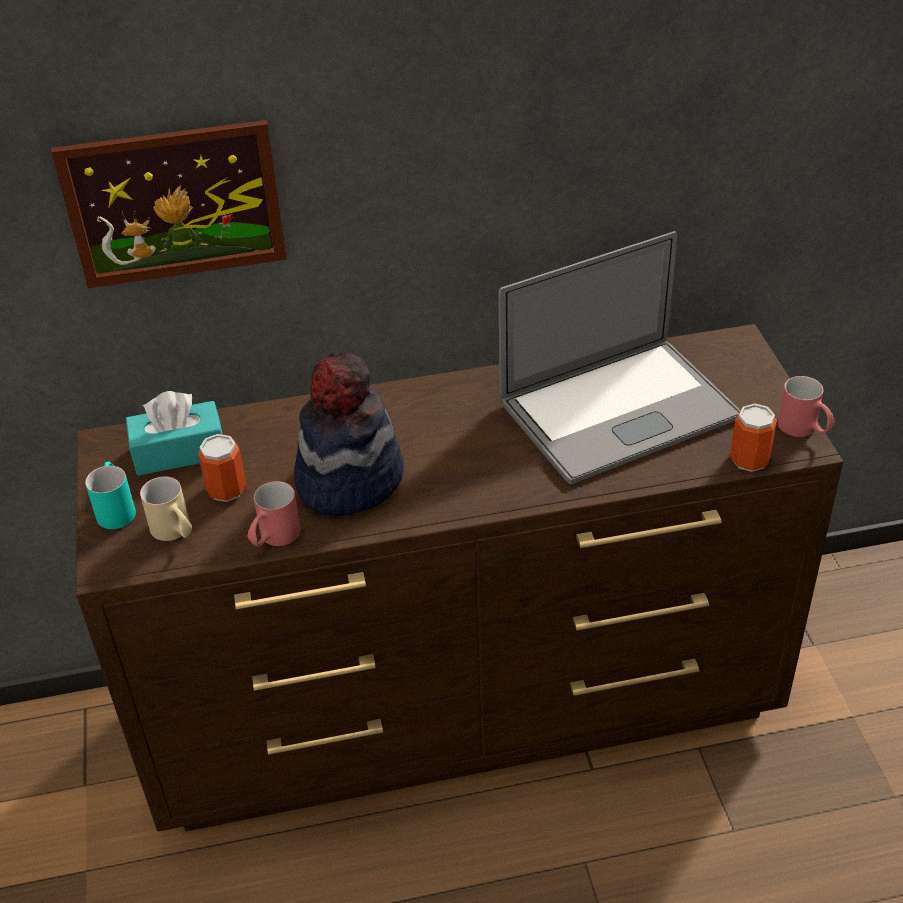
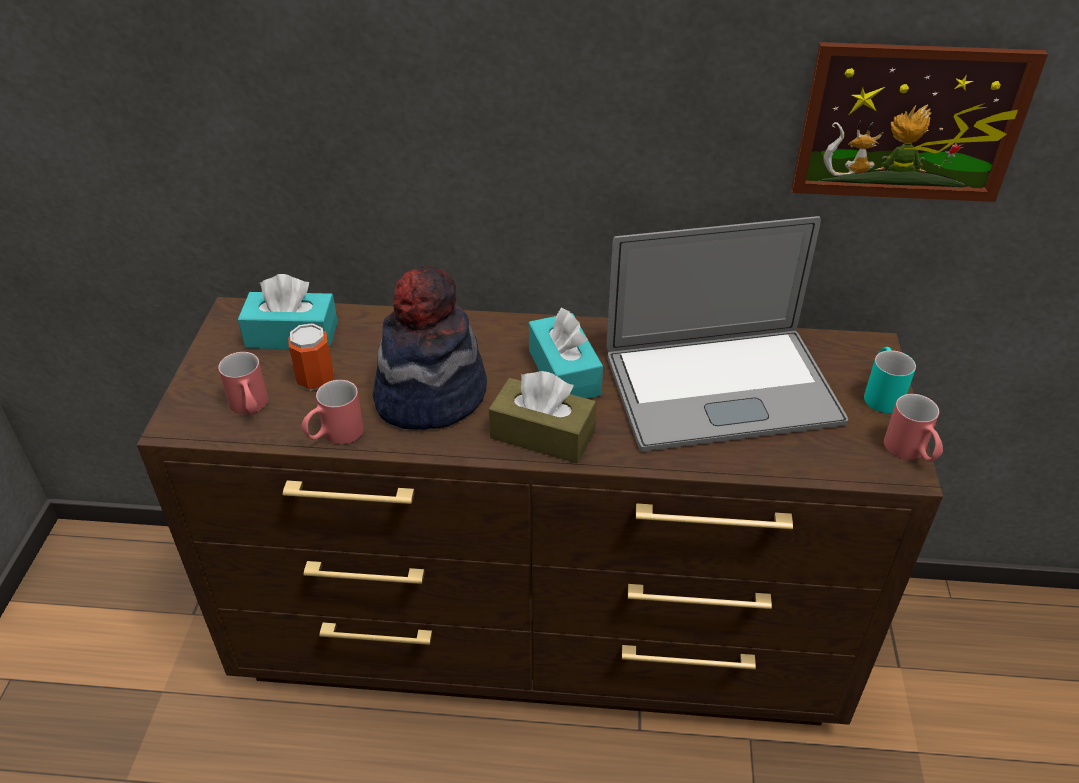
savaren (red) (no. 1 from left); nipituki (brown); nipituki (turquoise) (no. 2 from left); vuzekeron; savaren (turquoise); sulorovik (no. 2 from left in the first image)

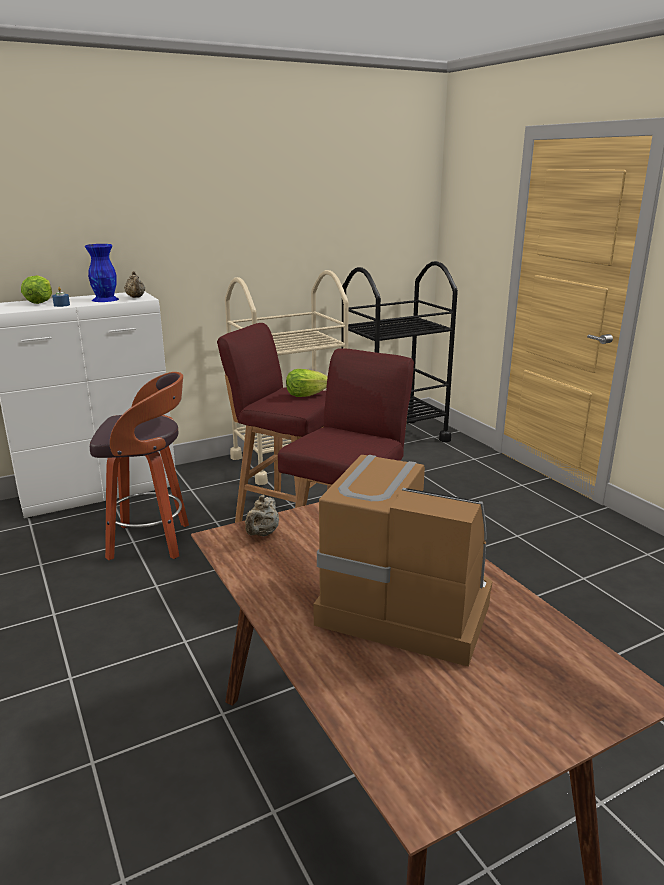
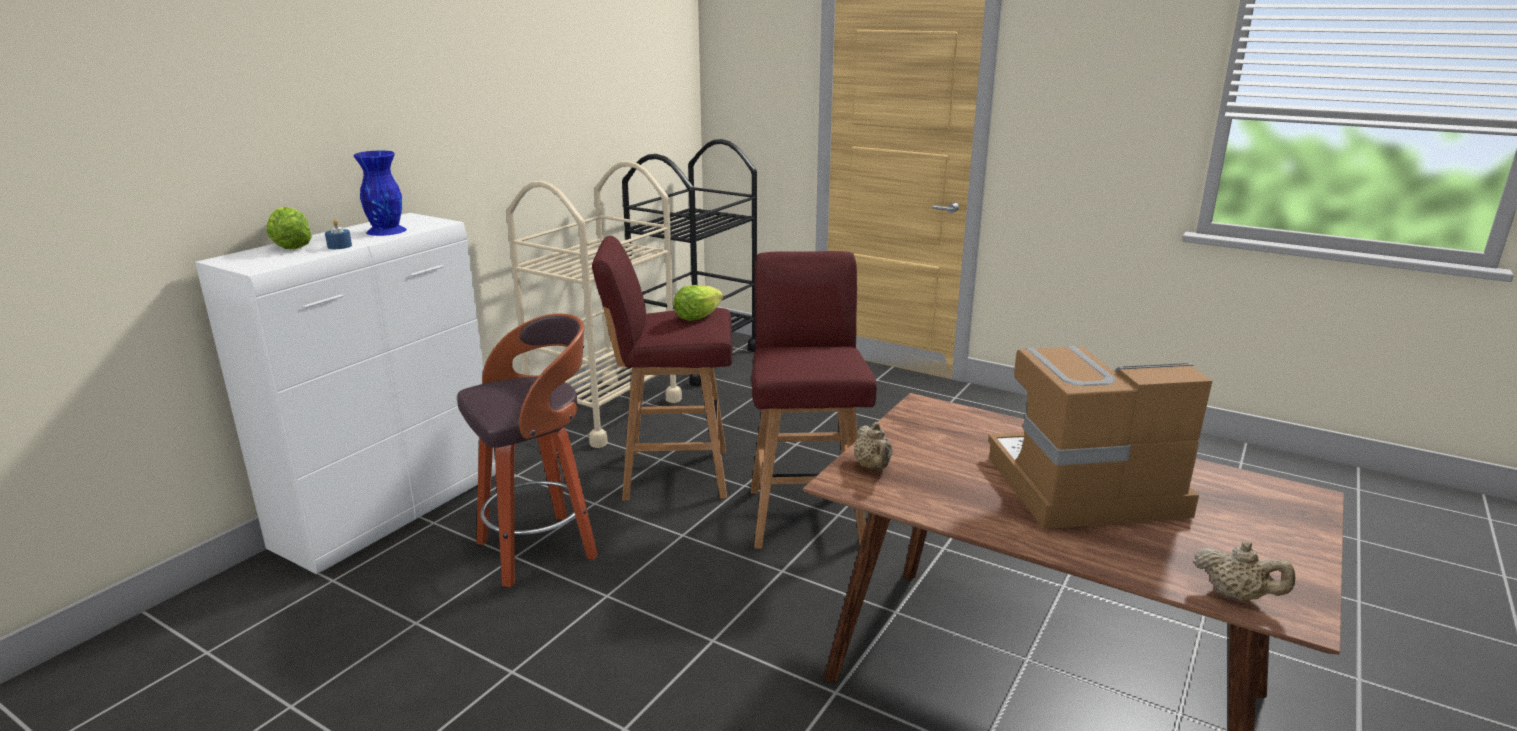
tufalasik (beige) (no. 2 from left)

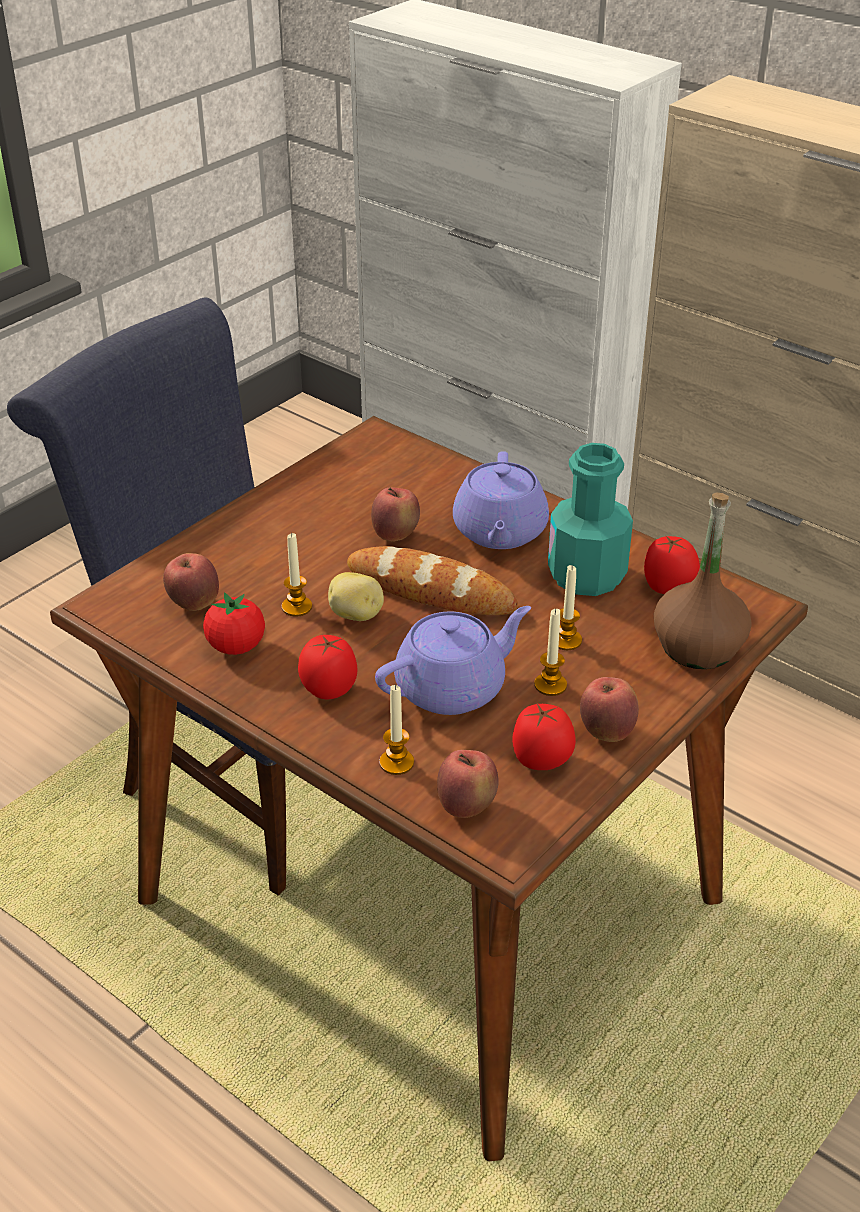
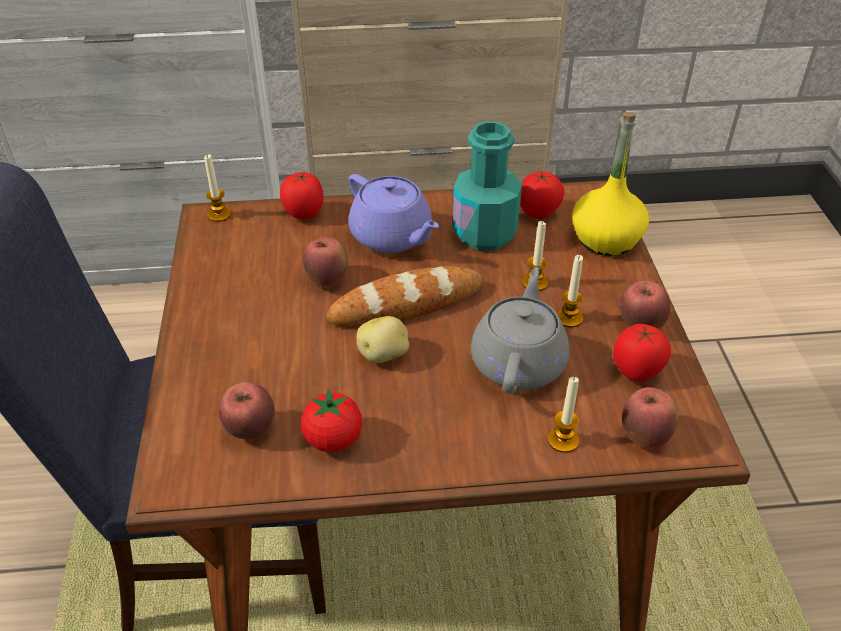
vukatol (no. 1 from left); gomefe (no. 1 from left); tufalasik (grey); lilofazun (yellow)

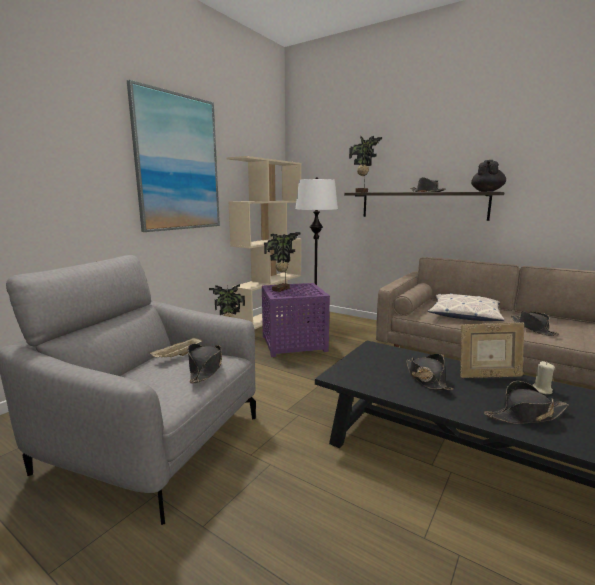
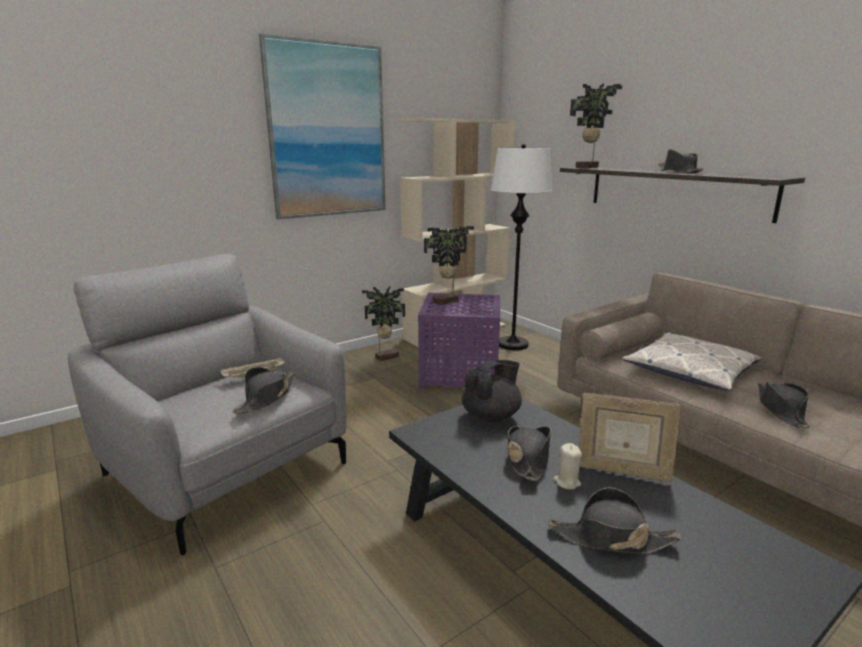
tufalasik (black); vukatol (beige)

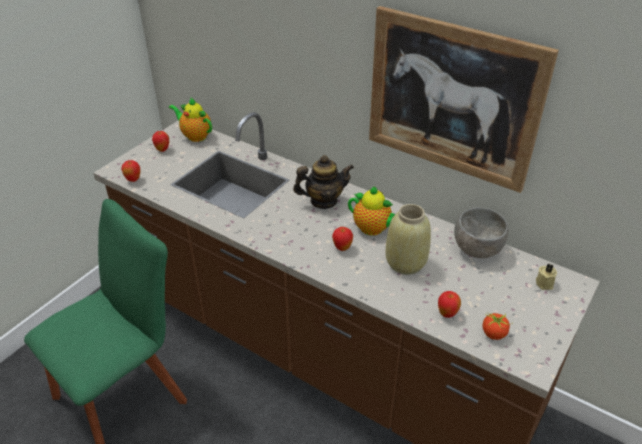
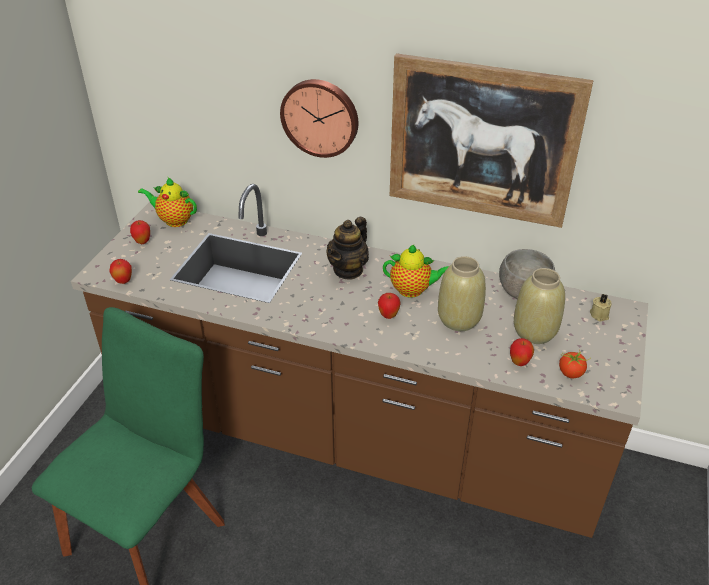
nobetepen; tufalasik (no. 2 from left); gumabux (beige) (no. 2 from left)

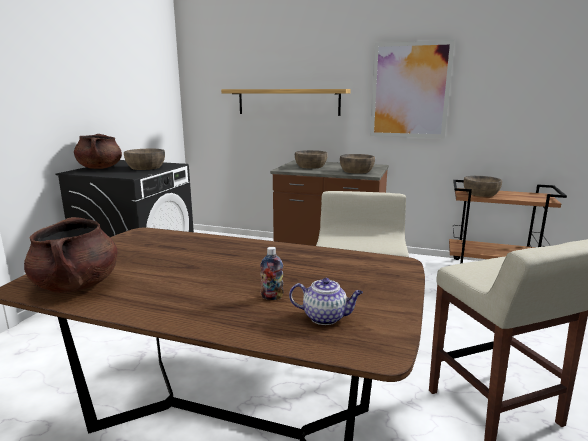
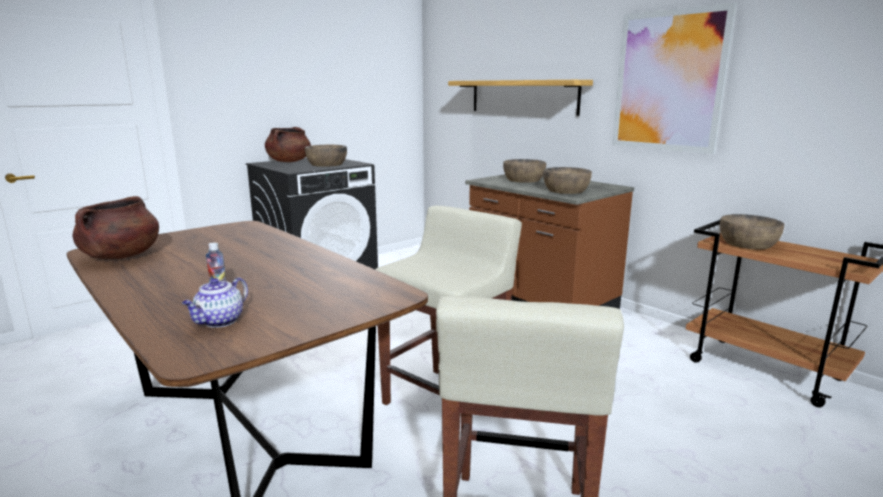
tufalasik

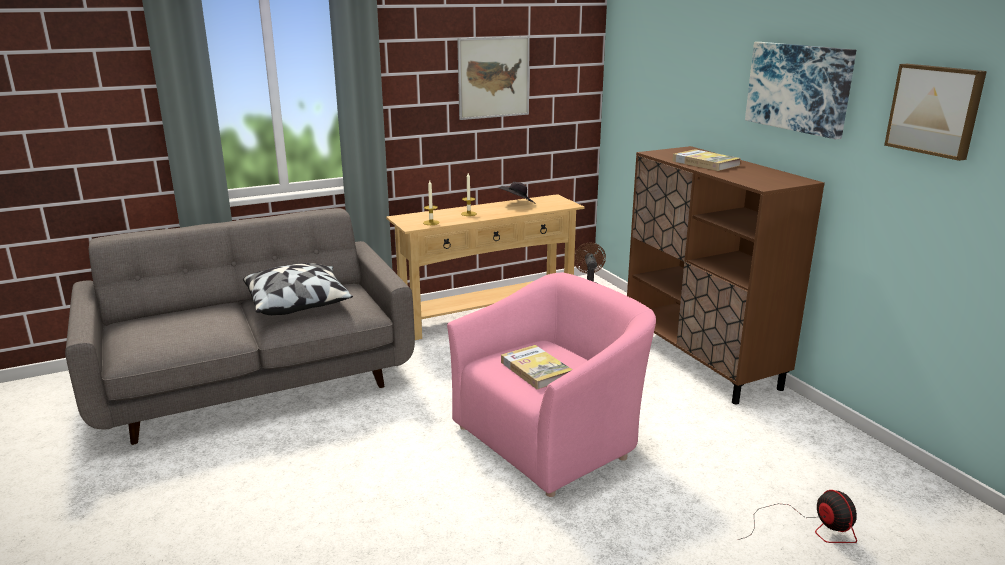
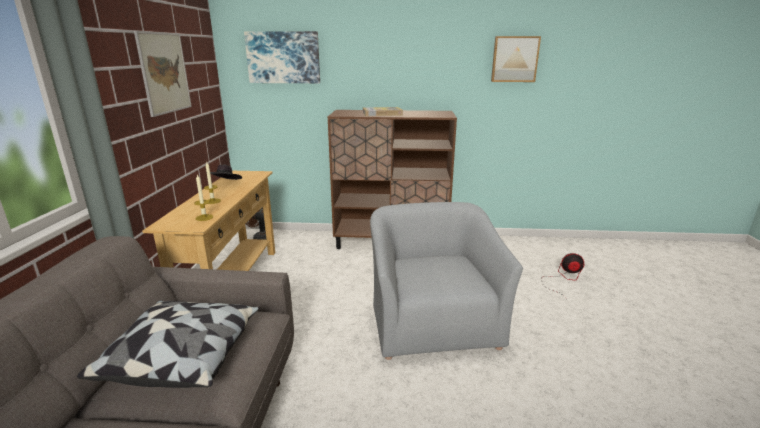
vuzekeron (no. 2 from left); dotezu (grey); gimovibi (no. 1 from left in the first image)

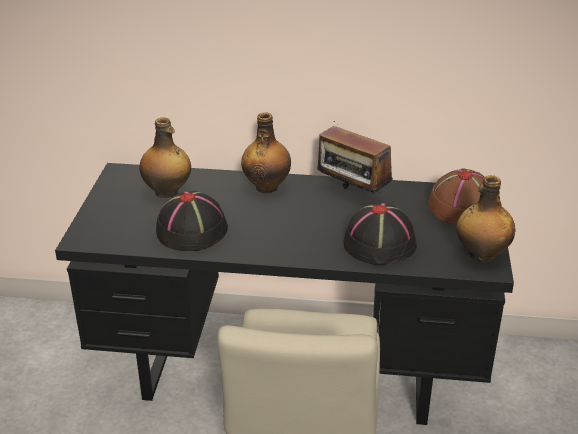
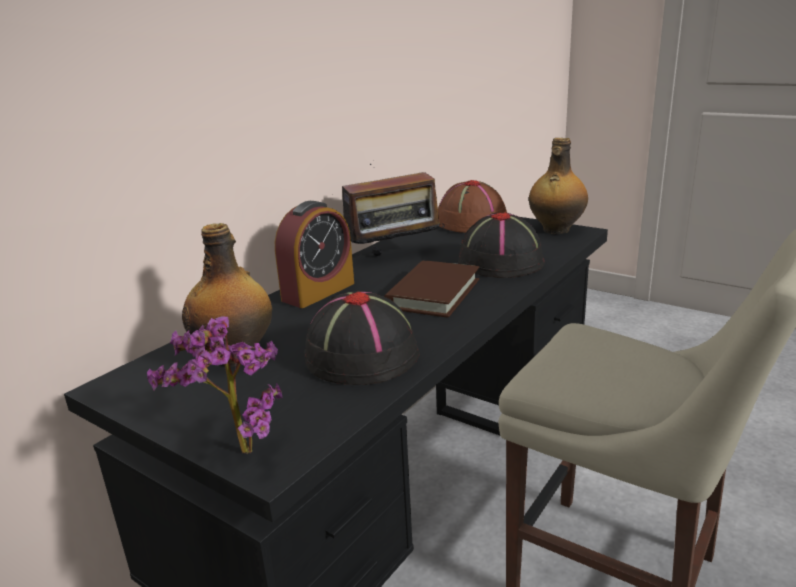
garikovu; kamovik; gimovibi (brown)

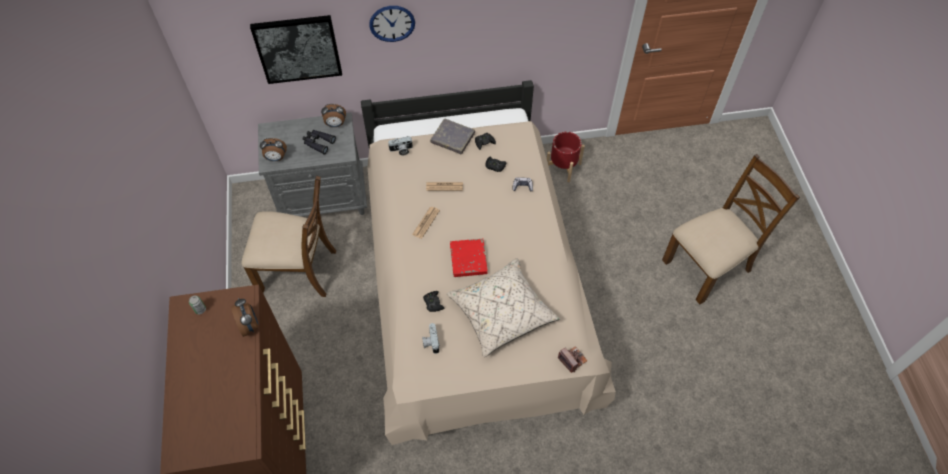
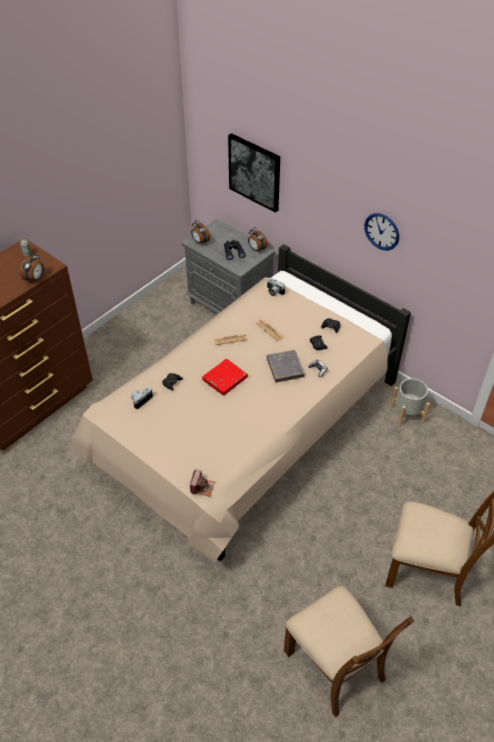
gimovibi (grey); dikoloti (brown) (no. 1 from left); nobetepen; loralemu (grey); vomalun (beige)

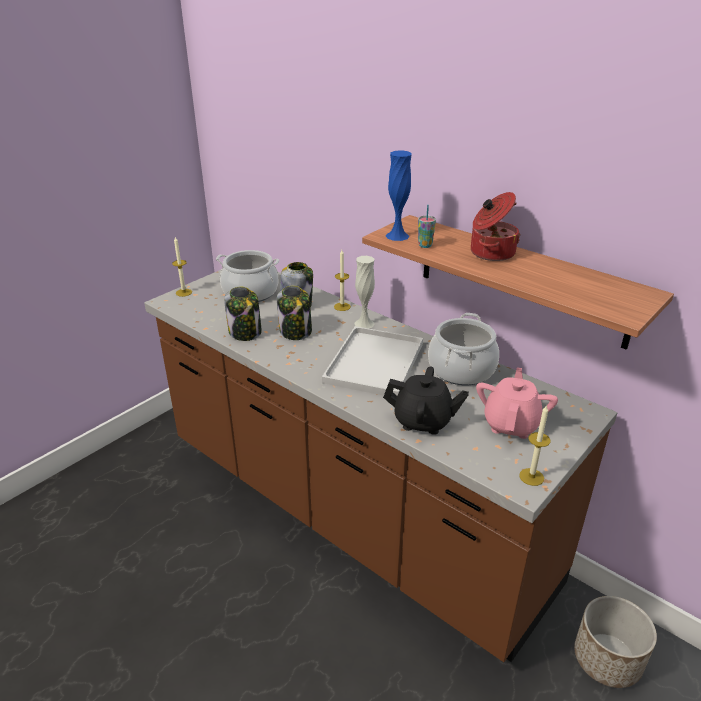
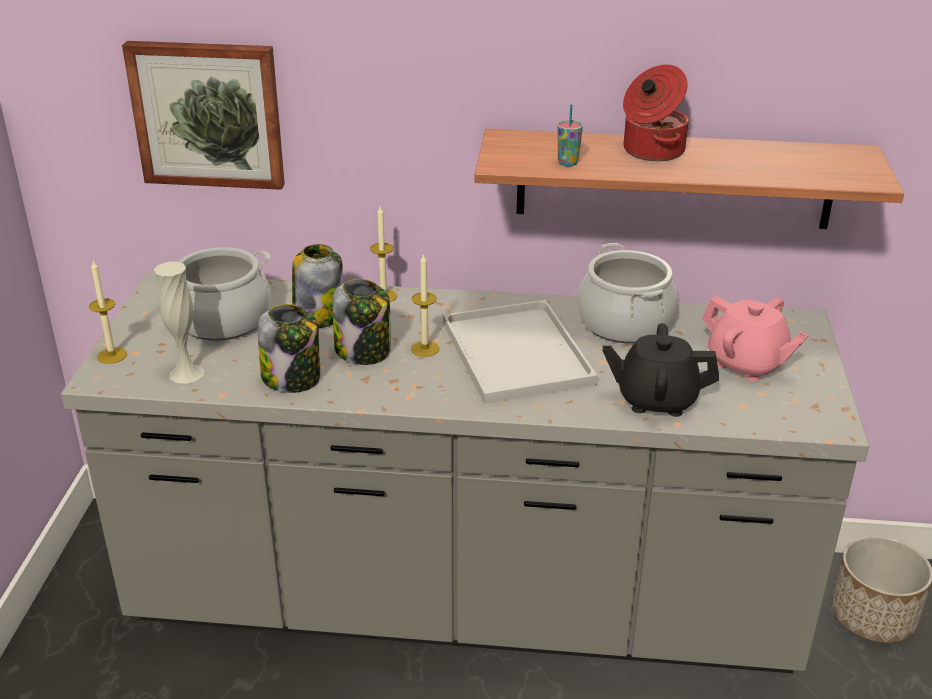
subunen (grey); vuzekeron; gumabux (white); vukatol (no. 3 from left); tufalasik (black); tufalasik (pink); gumabux (blue)

